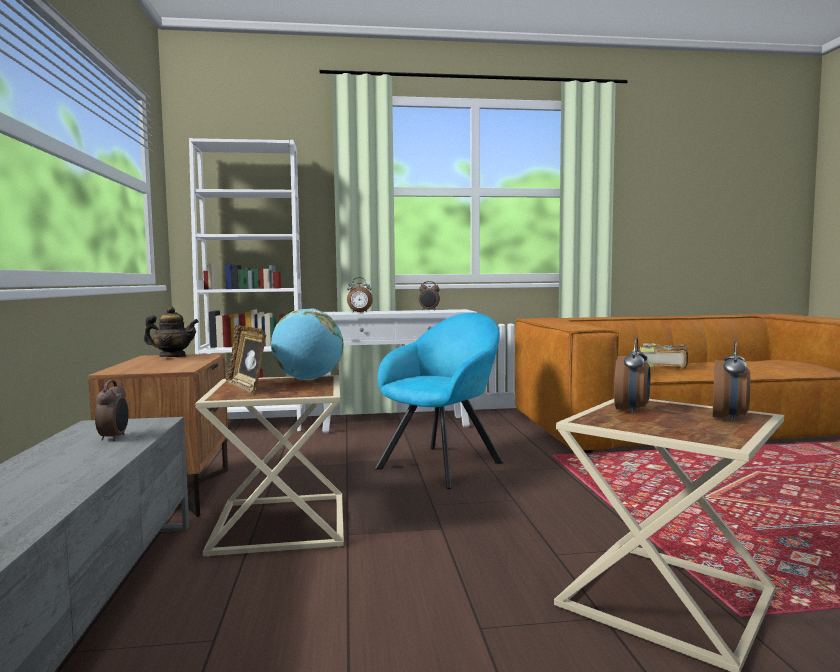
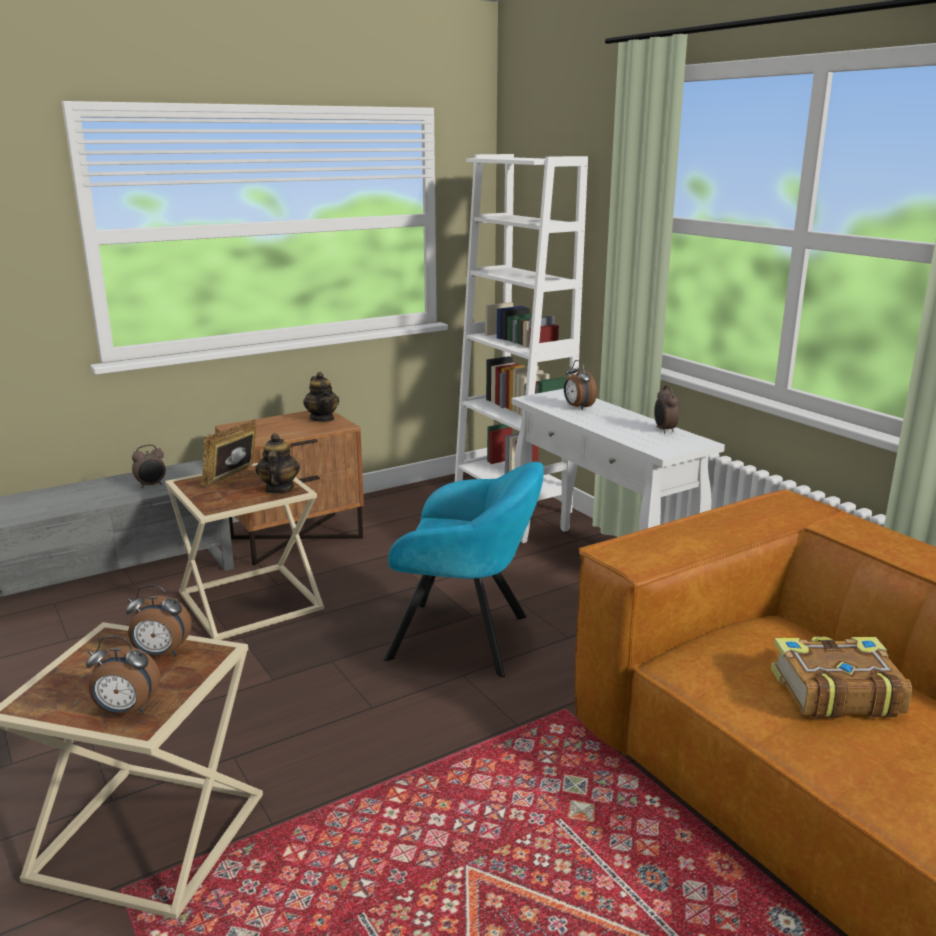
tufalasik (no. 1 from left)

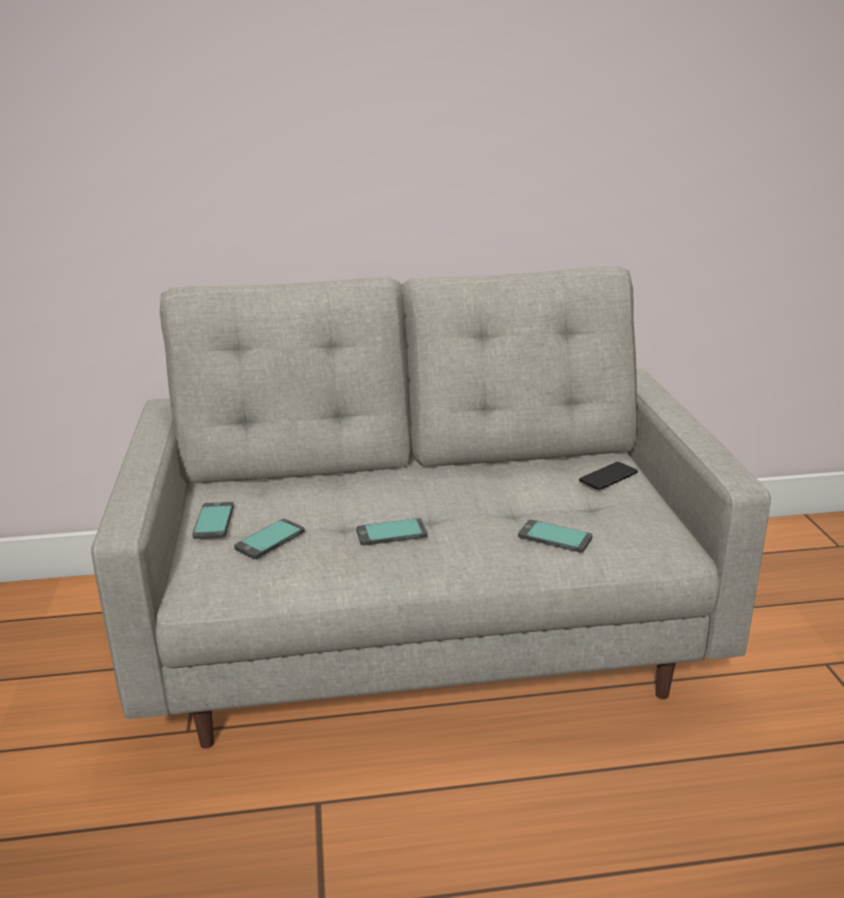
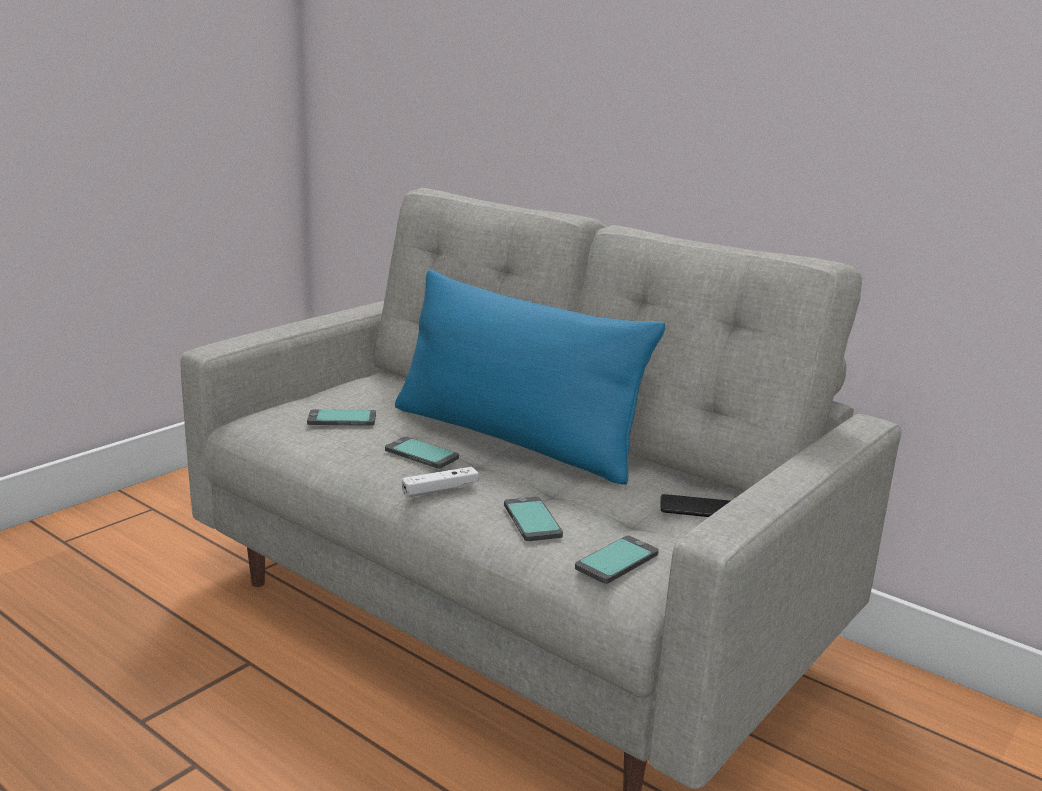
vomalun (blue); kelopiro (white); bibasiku (no. 4 from left)

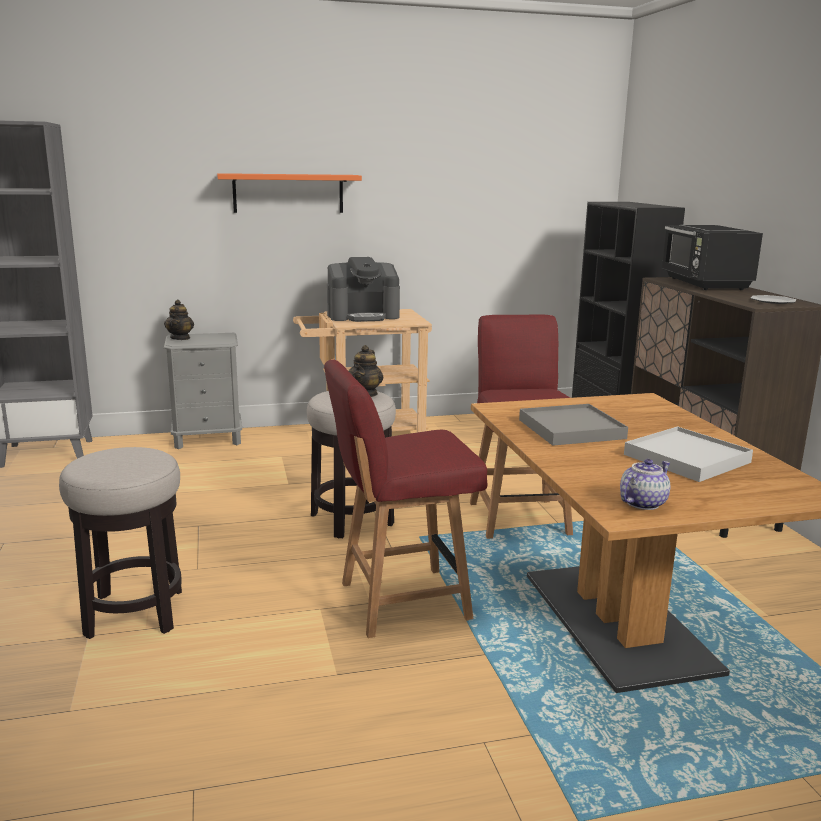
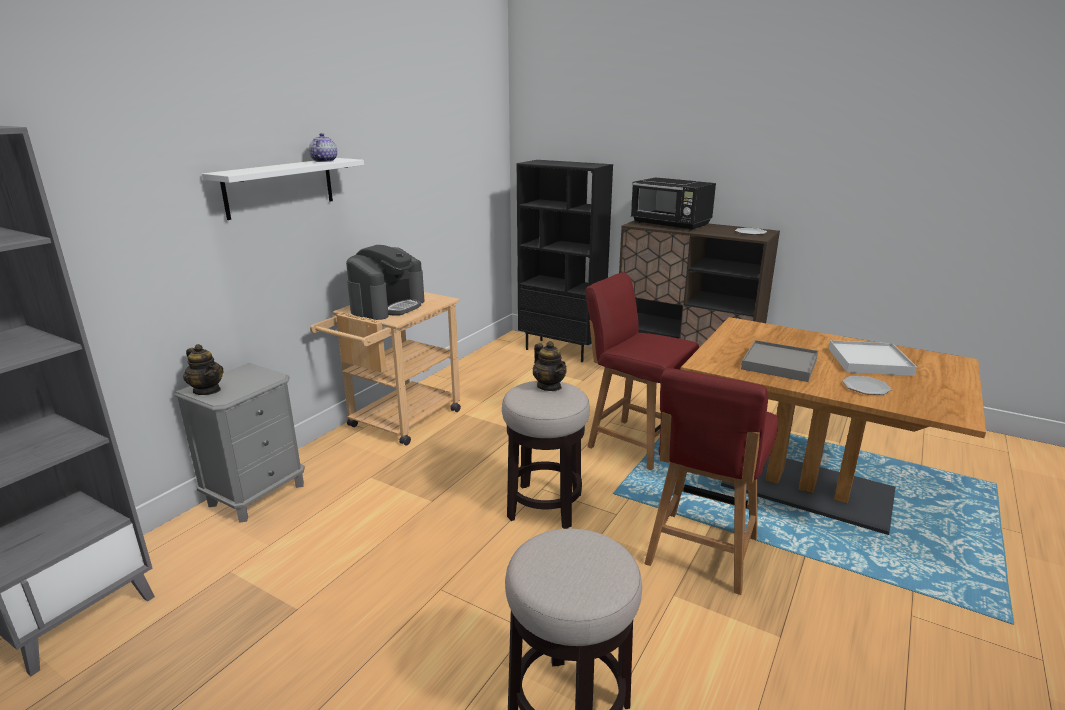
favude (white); tufalasik (no. 2 from left); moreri (no. 2 from left)

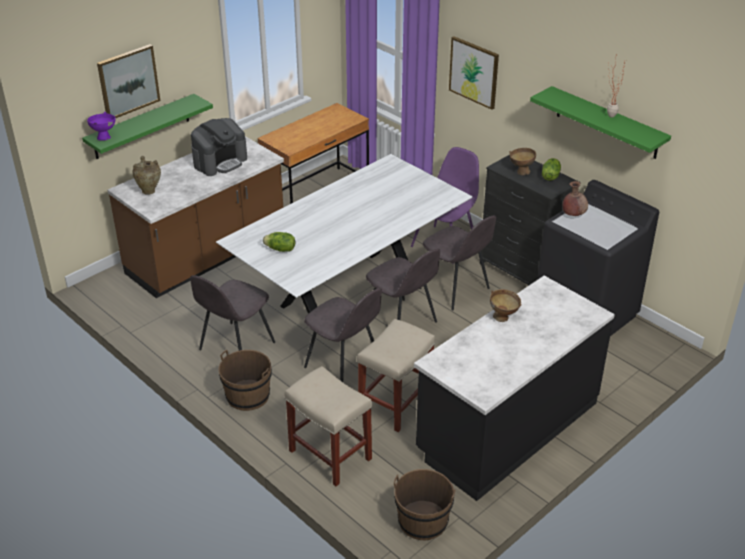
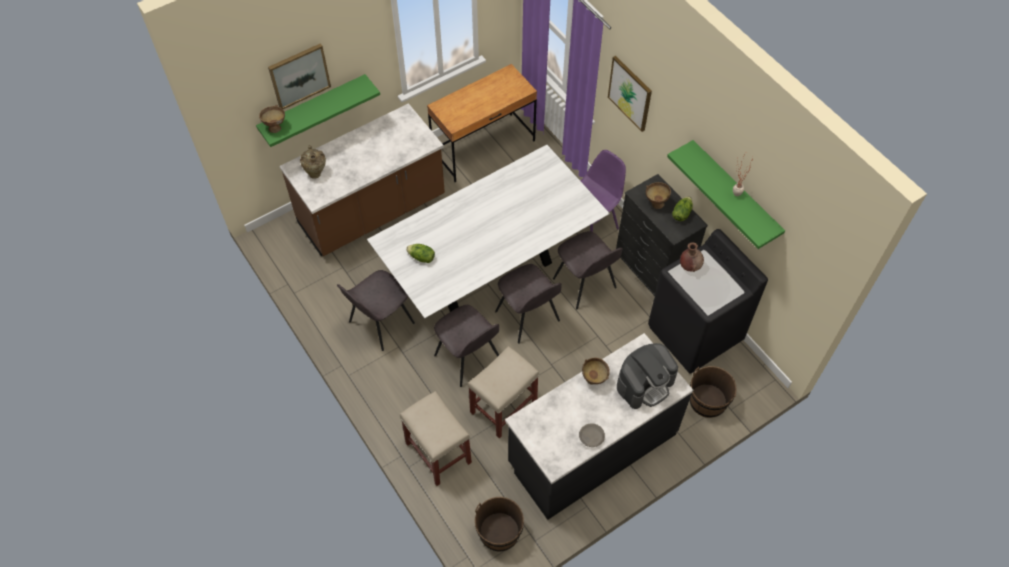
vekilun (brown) (no. 1 from left); vekilun (grey); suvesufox; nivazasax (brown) (no. 2 from left)

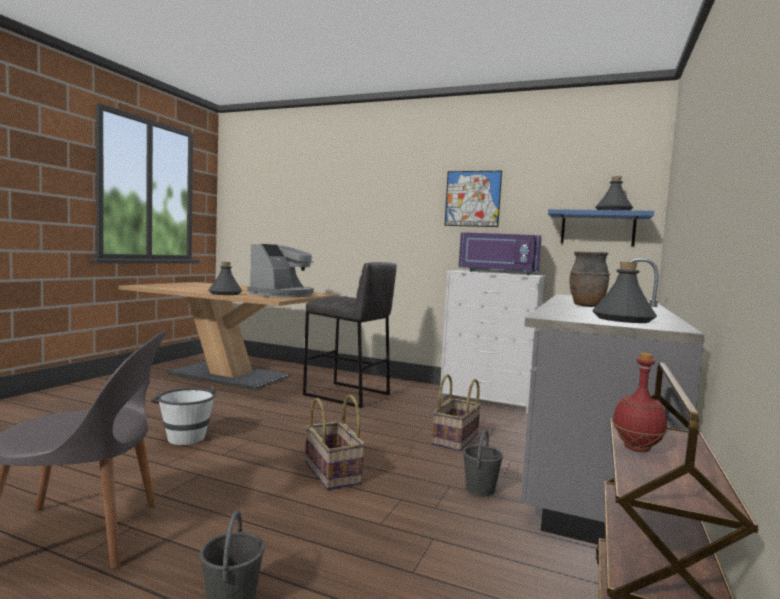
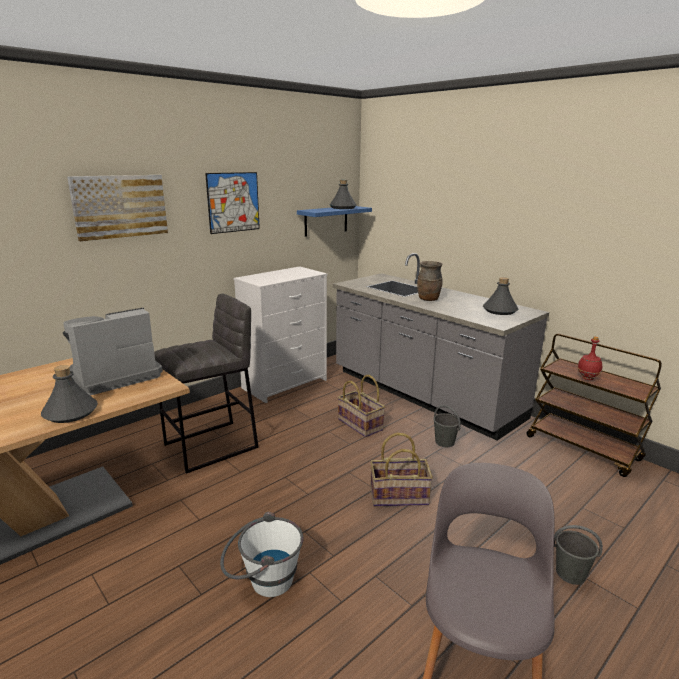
suvesufox; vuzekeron (no. 1 from left); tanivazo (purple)

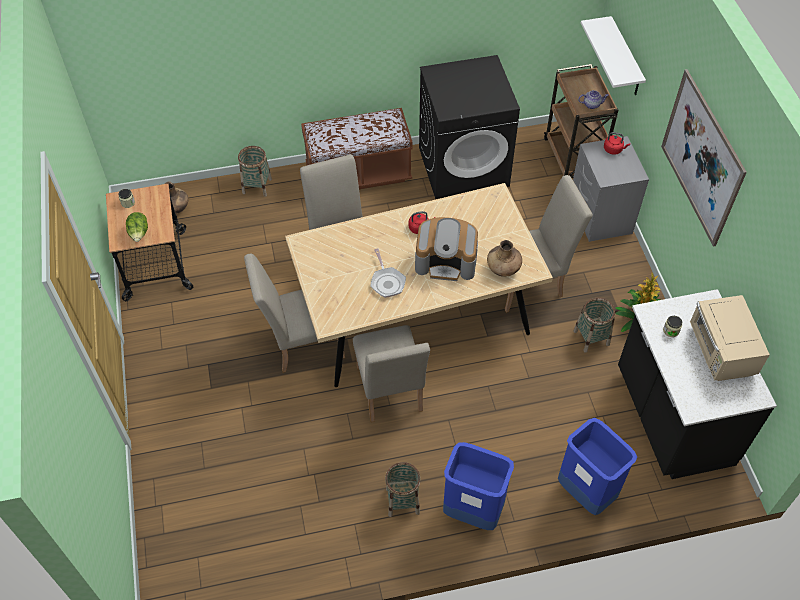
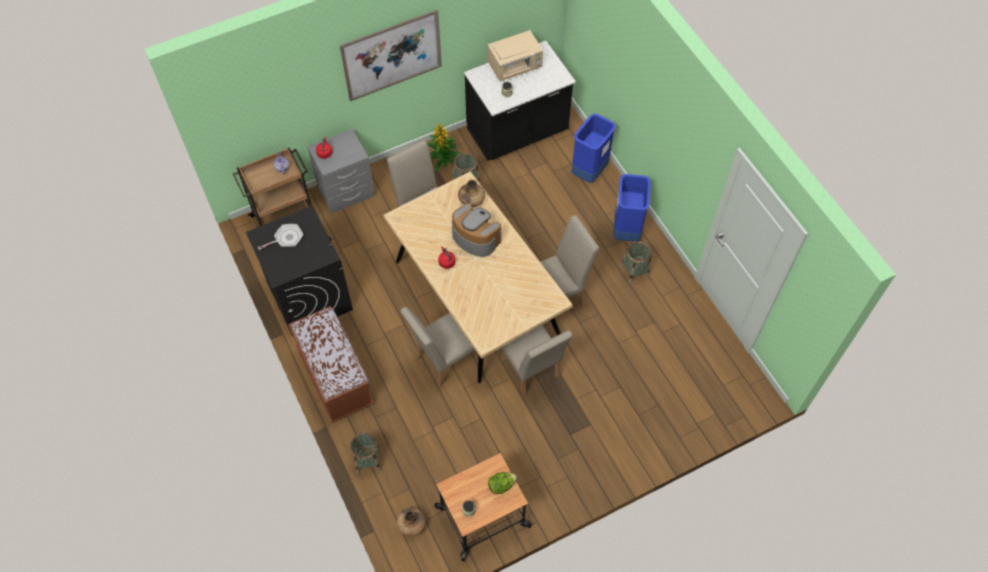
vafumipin; suvesufox; favude (white)

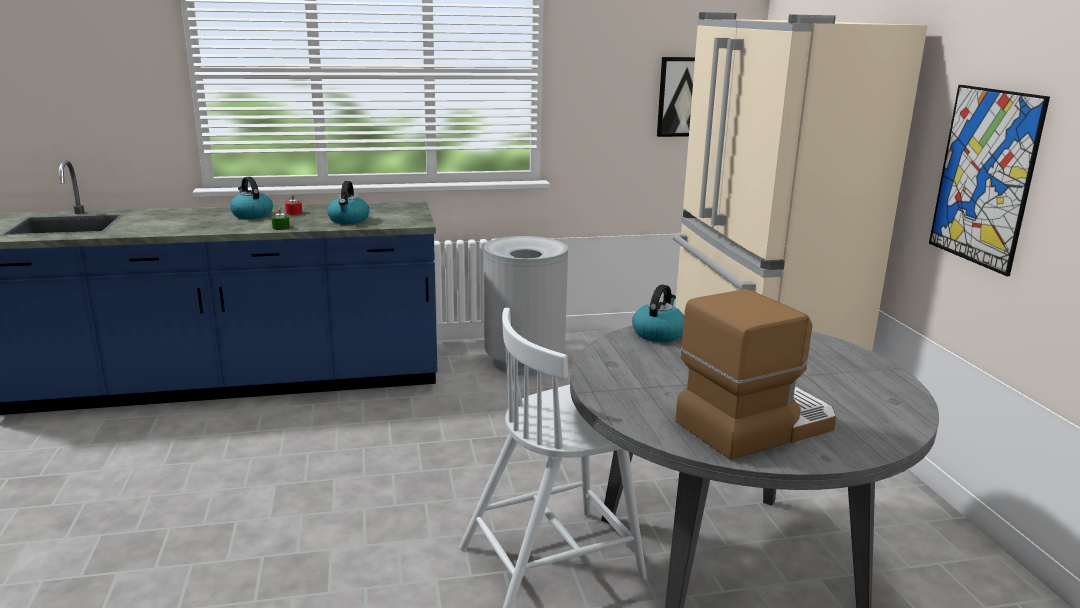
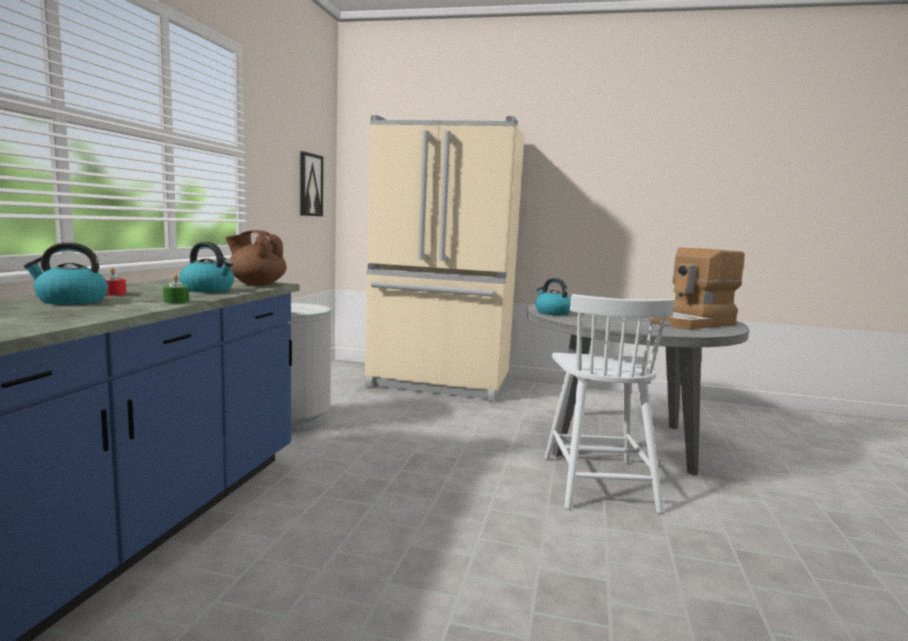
tufalasik (brown); suvesufox; vuzekeron (no. 2 from left in the first image)

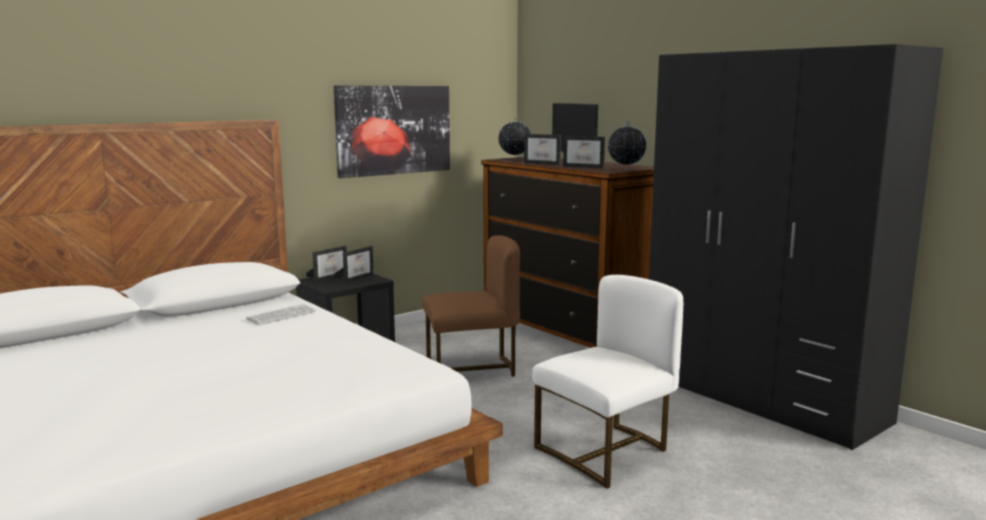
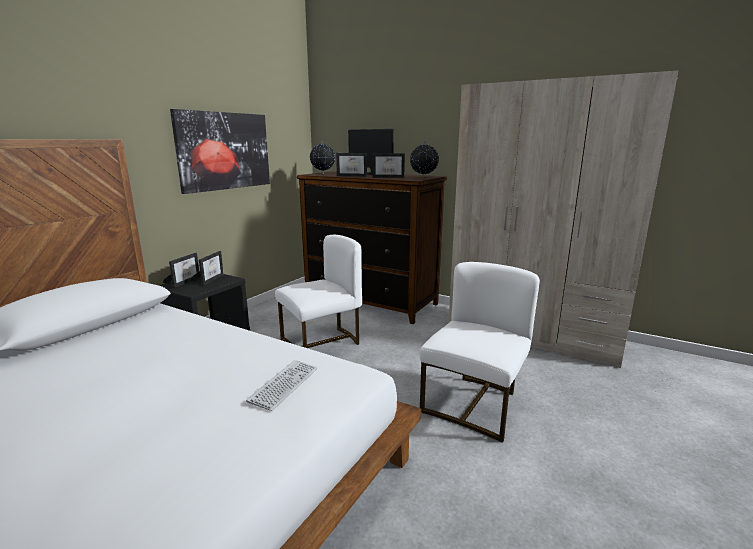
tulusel; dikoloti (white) (no. 1 from left); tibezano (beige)

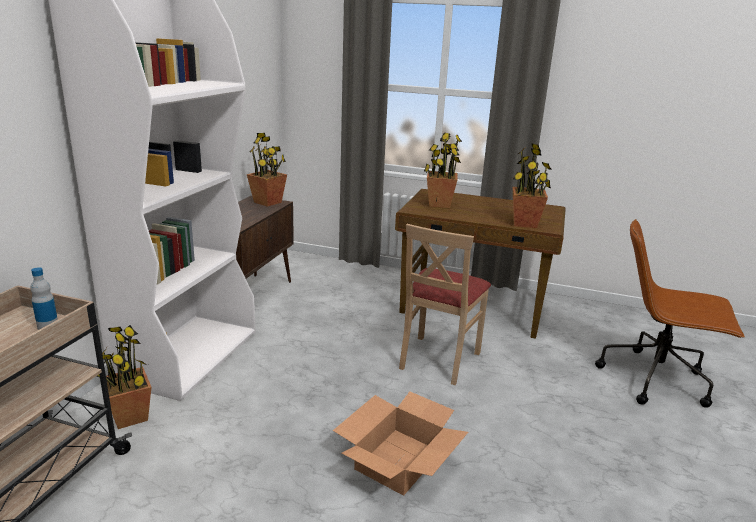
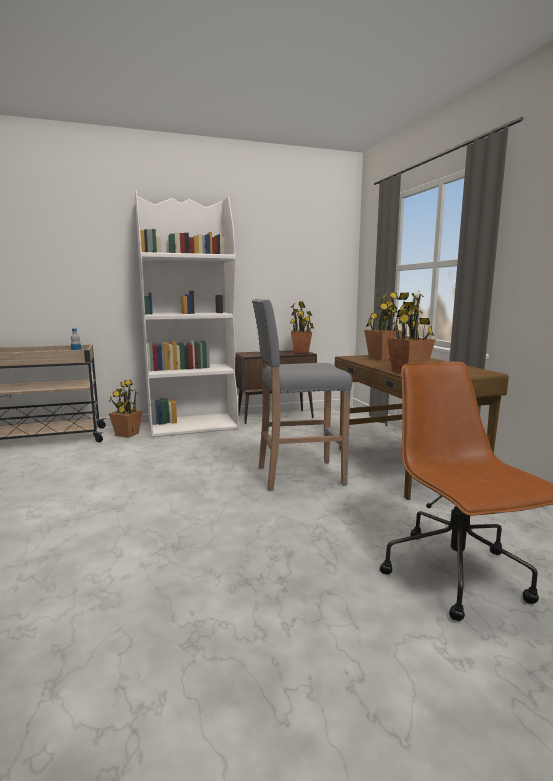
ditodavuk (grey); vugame

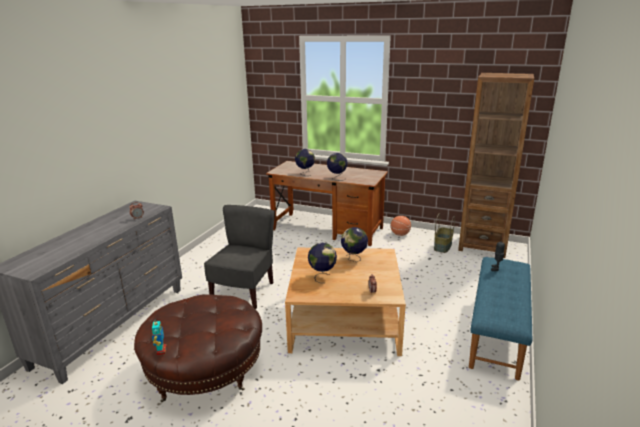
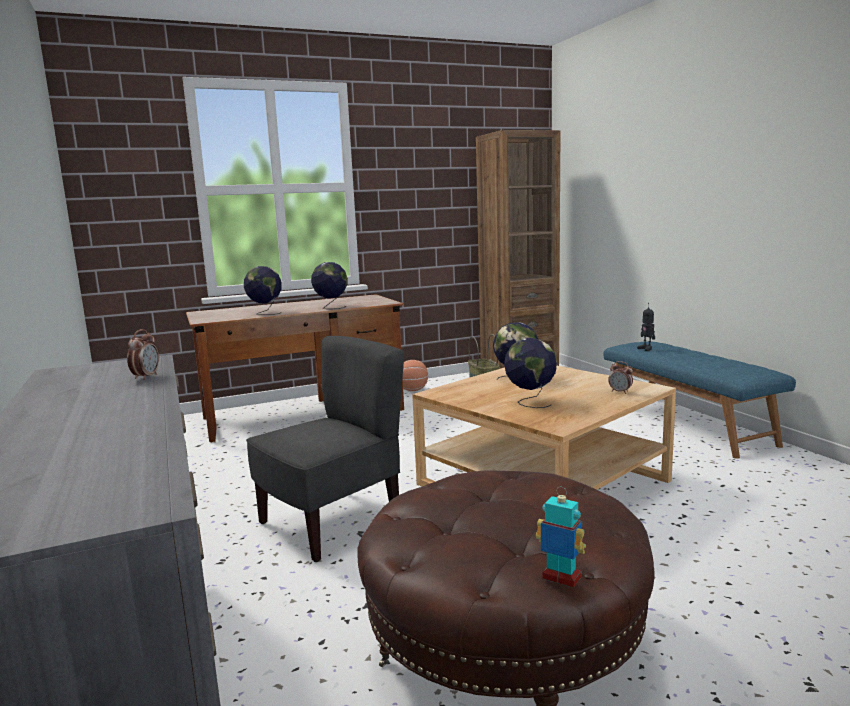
dikoloti (grey)

